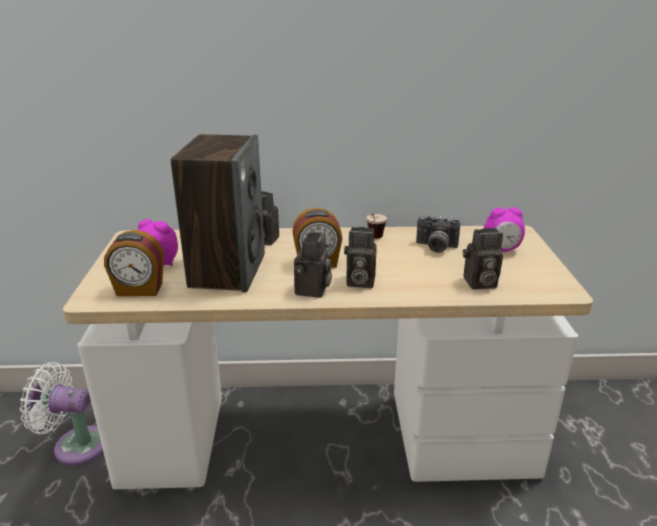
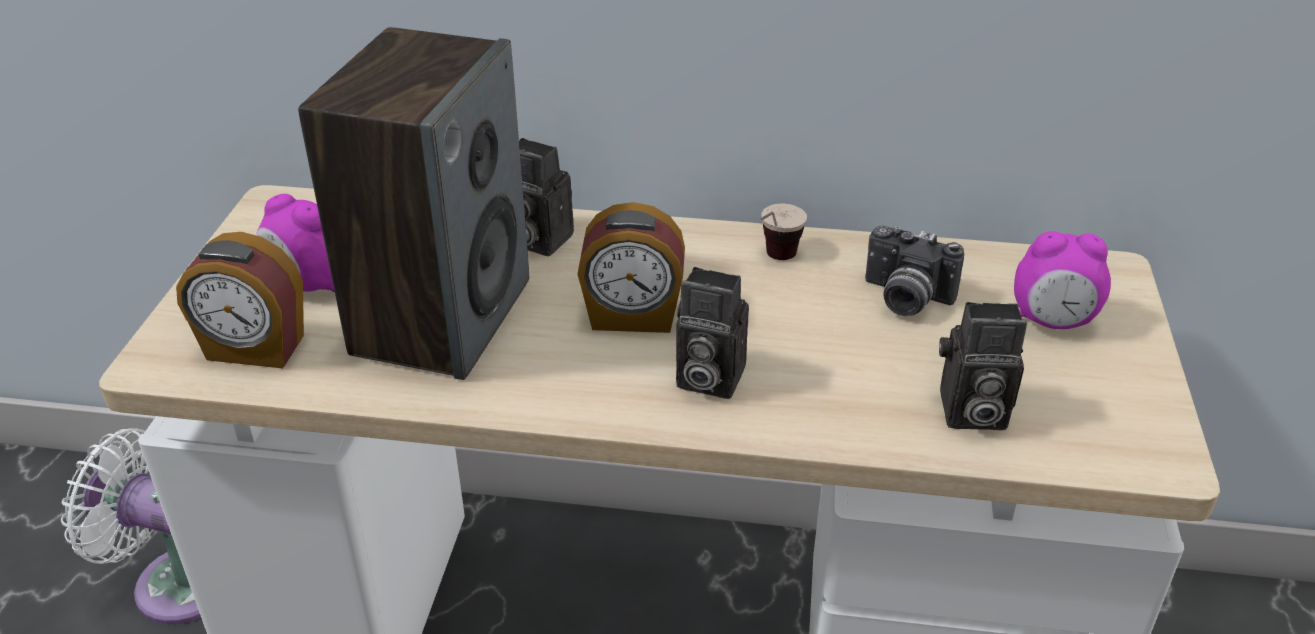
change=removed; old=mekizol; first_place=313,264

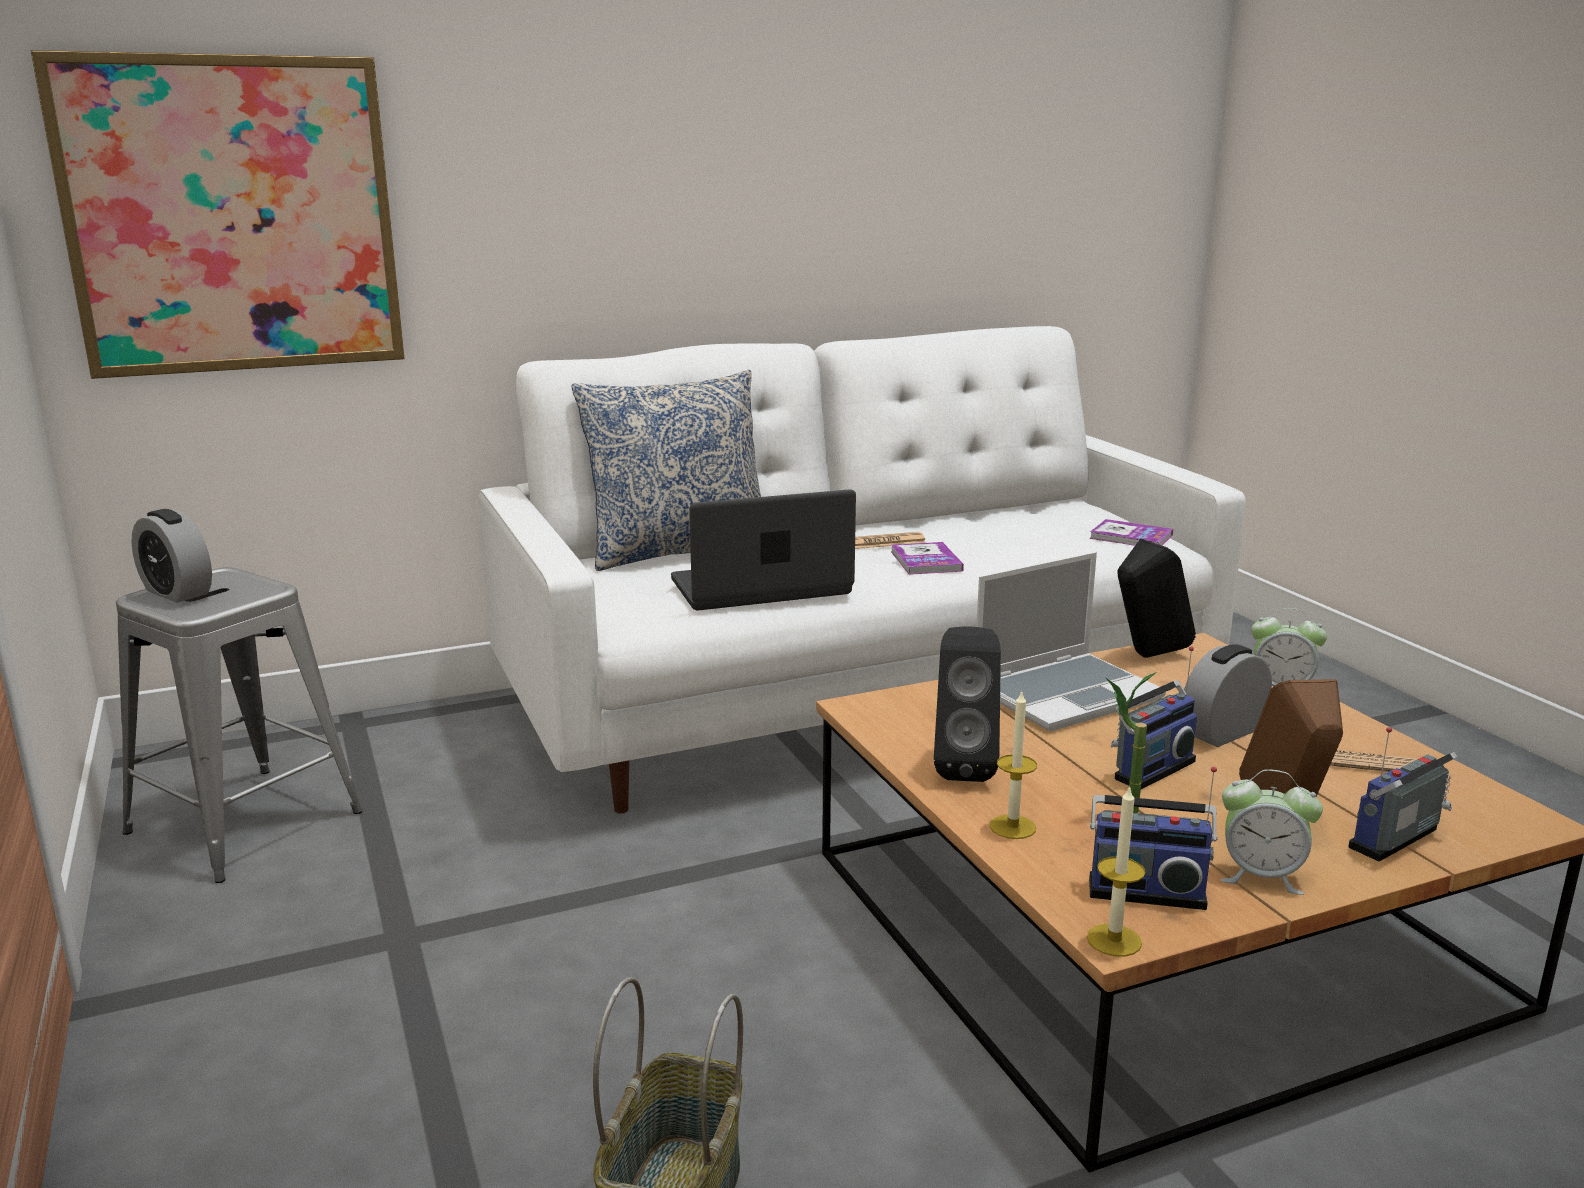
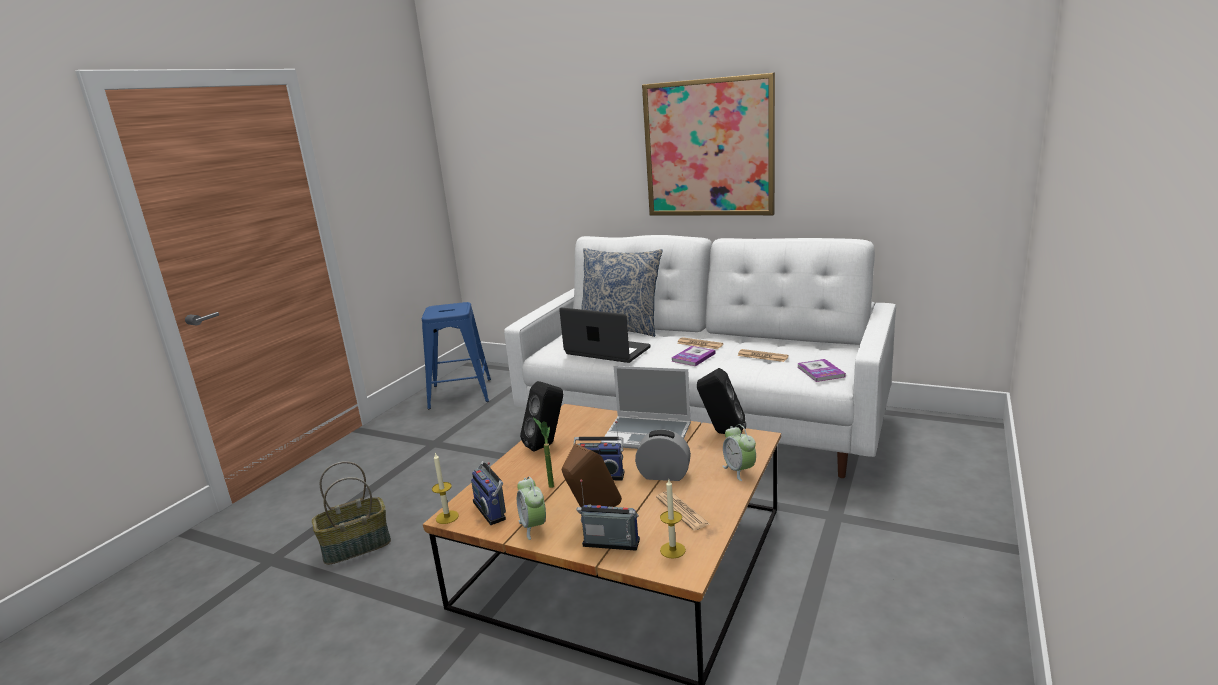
change=moved; old=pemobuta; first_place=217,214; second_place=708,144
change=recoloured; old=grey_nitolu; new=blue_nitolu; first_place=239,725; second_place=456,355
change=removed; old=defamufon; first_place=171,556
change=moved; old=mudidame; first_place=1013,765; second_place=673,519
change=added; new=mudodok; second_place=763,355

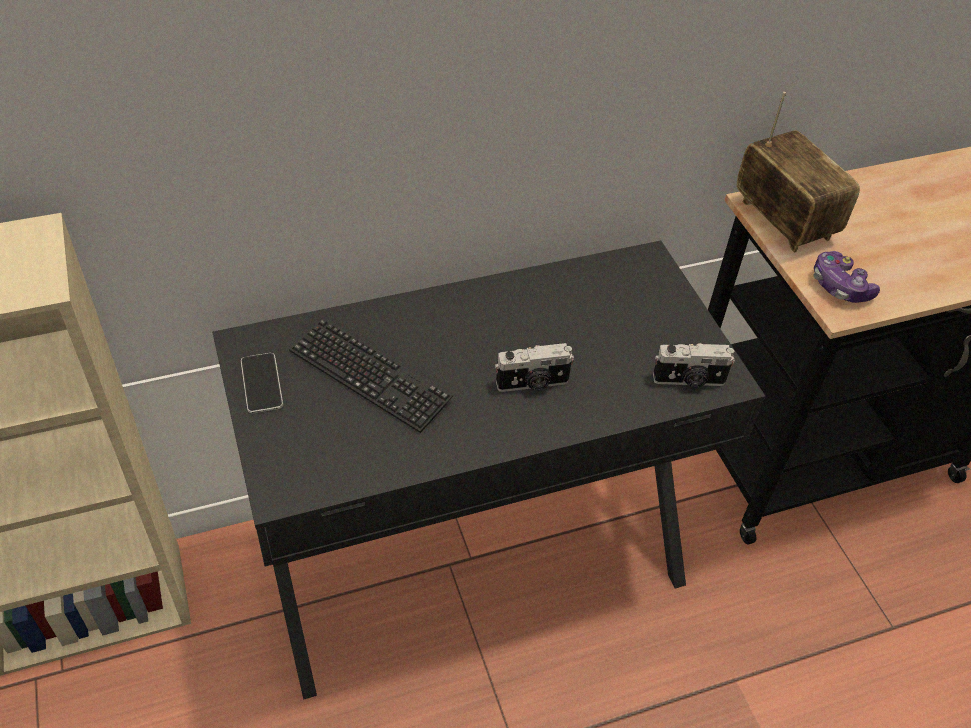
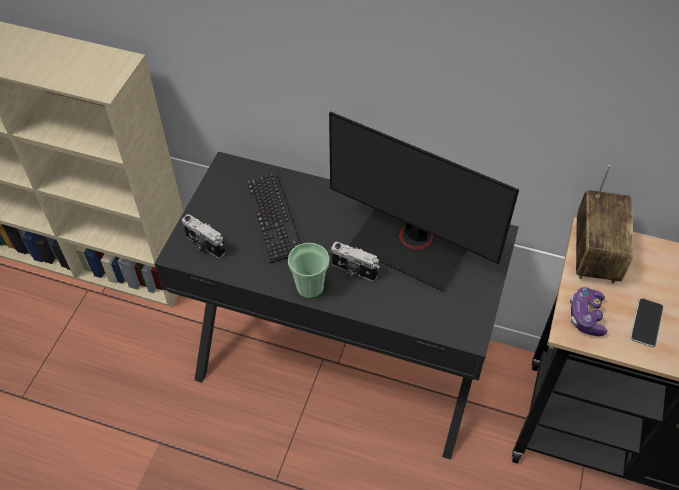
change=moved; old=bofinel; first_place=262,383; second_place=647,322
change=moved; old=mekizol; first_place=694,365; second_place=204,236
change=added; new=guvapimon; second_place=308,271
change=added; new=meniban; second_place=424,201

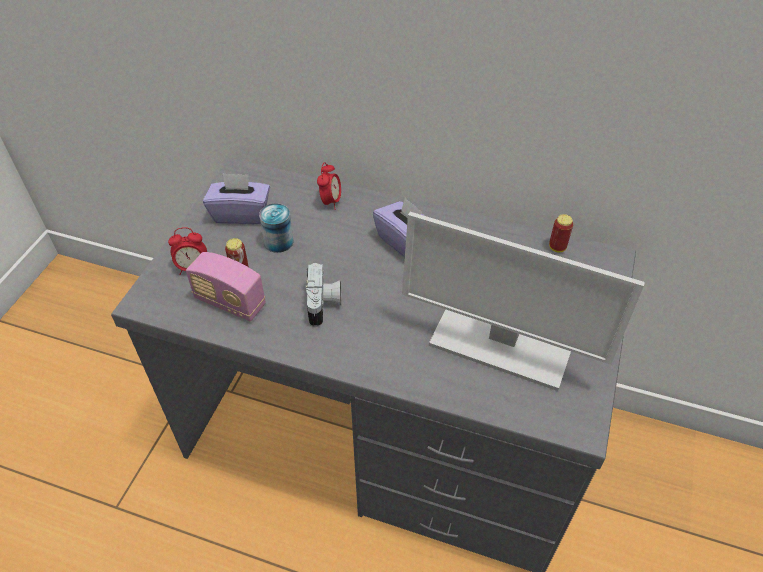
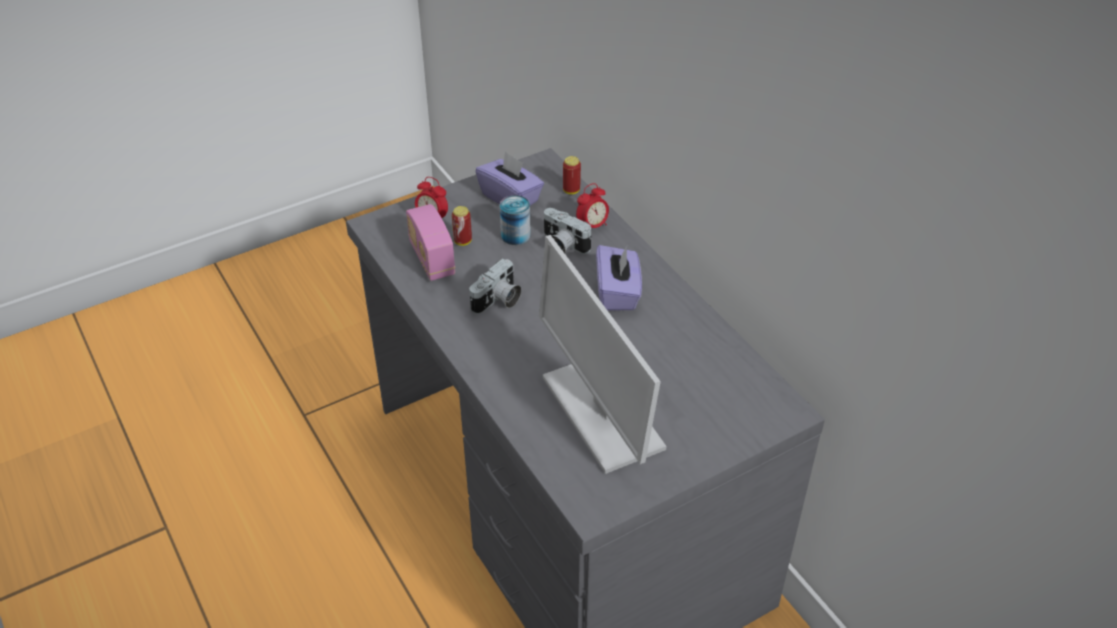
change=moved; old=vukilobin; first_place=561,233; second_place=572,175
change=added; new=mekizol; second_place=567,231

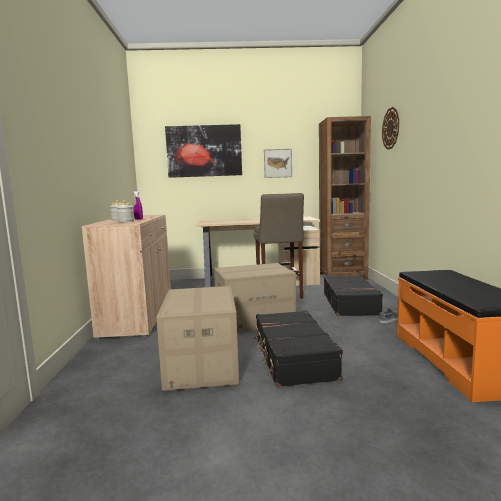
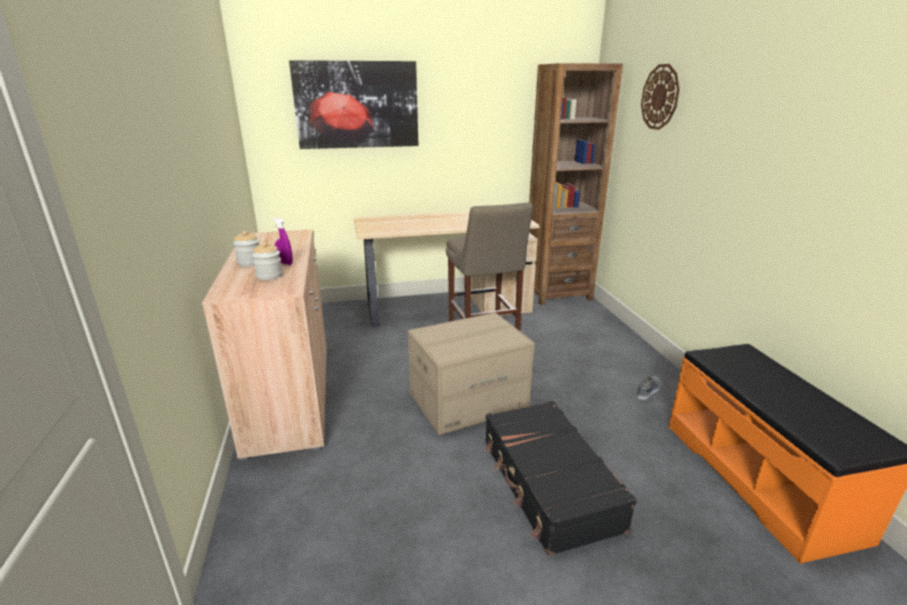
change=removed; old=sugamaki; first_place=198,338
change=removed; old=pemobuta; first_place=278,163
change=removed; old=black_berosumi; first_place=353,295

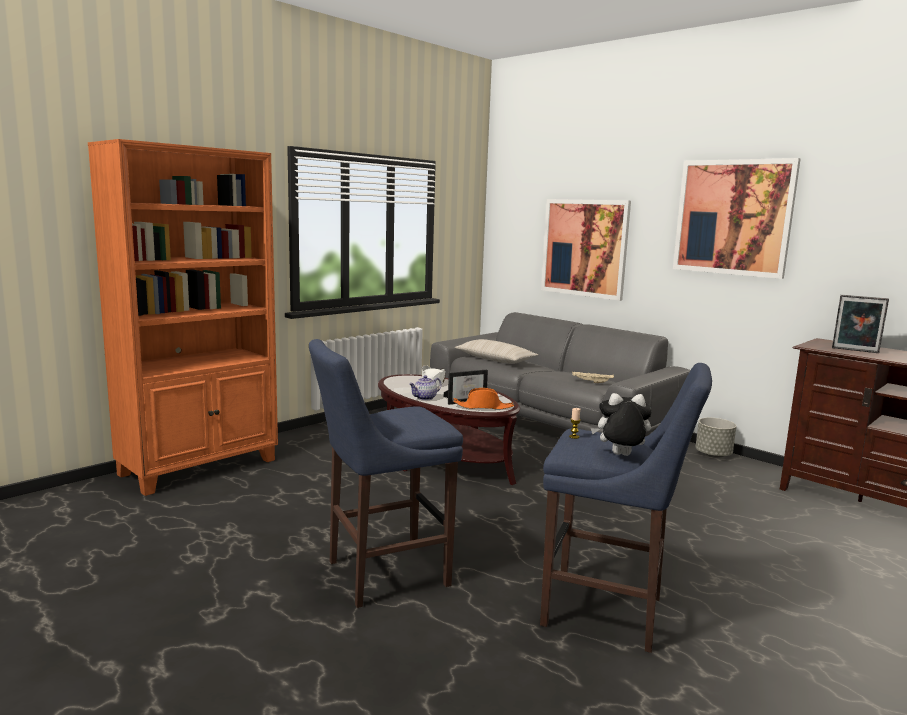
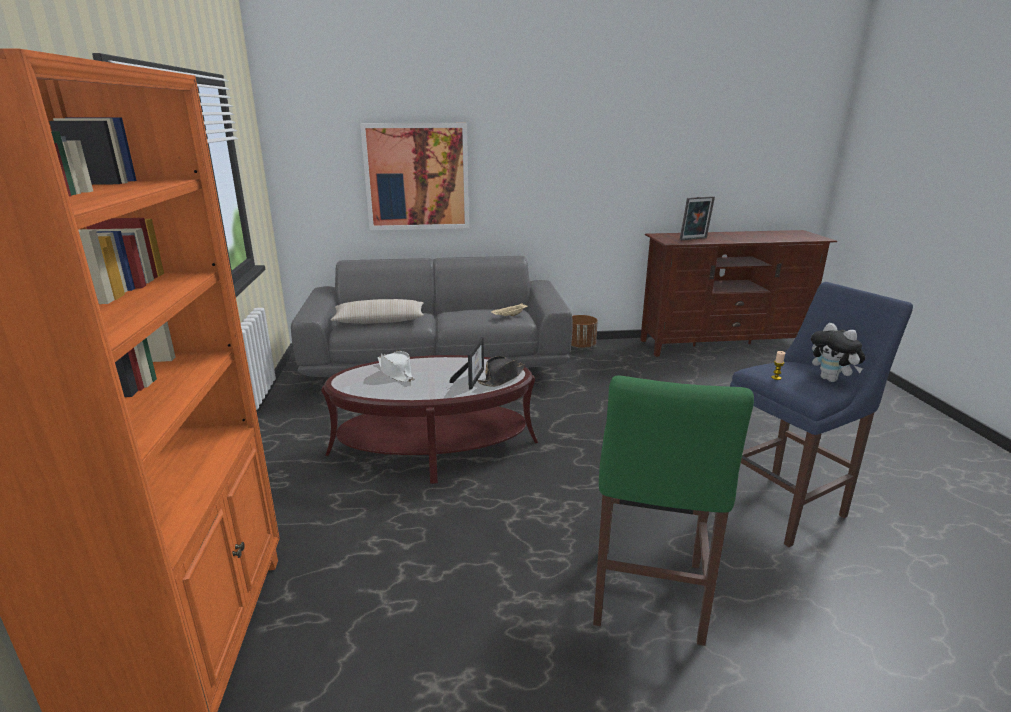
change=recoloured; old=blue_nitolu; new=green_nitolu; first_place=386,473; second_place=673,510
change=removed; old=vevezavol; first_place=425,387
change=recoloured; old=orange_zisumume; new=black_zisumume; first_place=483,399; second_place=501,371
change=turned; old=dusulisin; first_place=621,424; second_place=838,352; degrees=-75
change=removed; old=pemobuta; first_place=737,218
change=recoloured; old=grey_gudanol; new=brown_gudanol; first_place=716,438; second_place=584,332

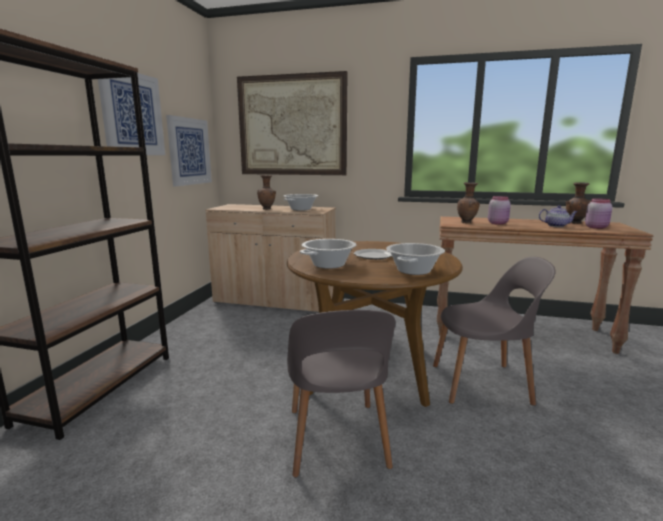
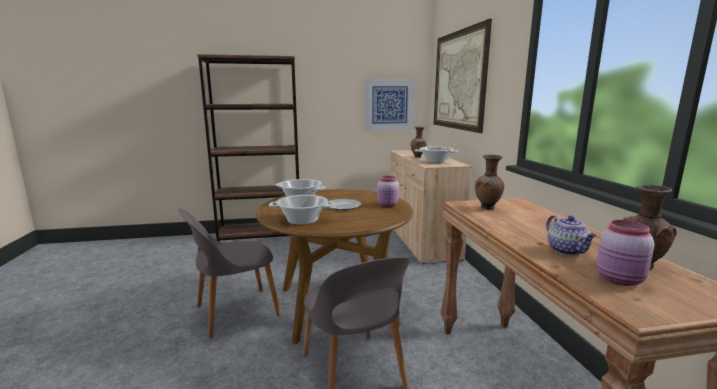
change=removed; old=pemobuta; first_place=131,114
change=moved; old=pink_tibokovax; first_place=499,210; second_place=388,191

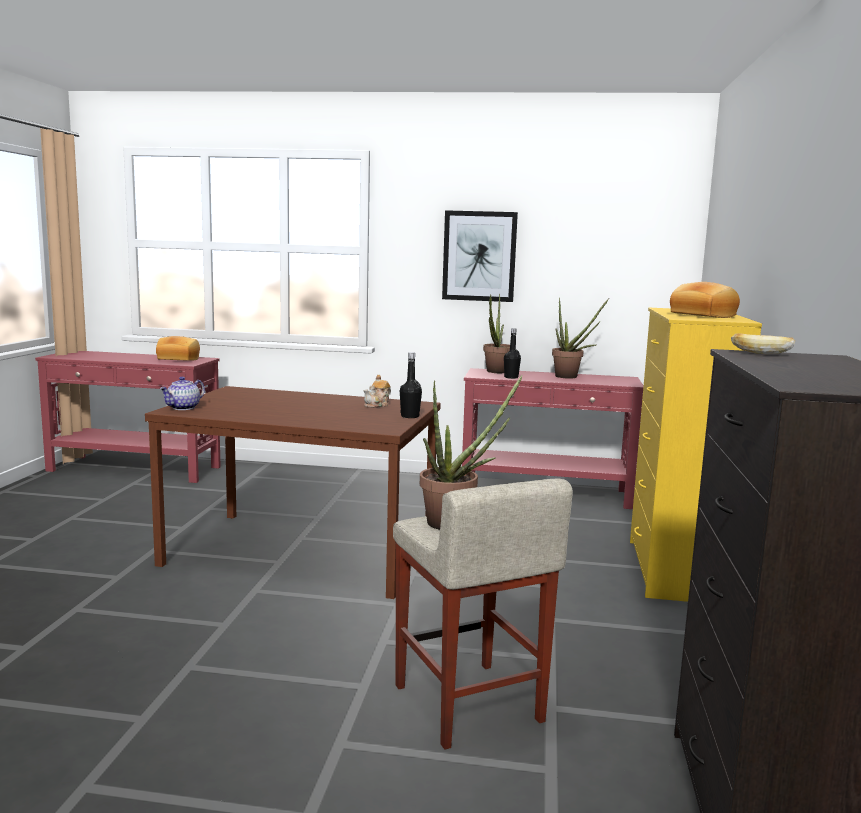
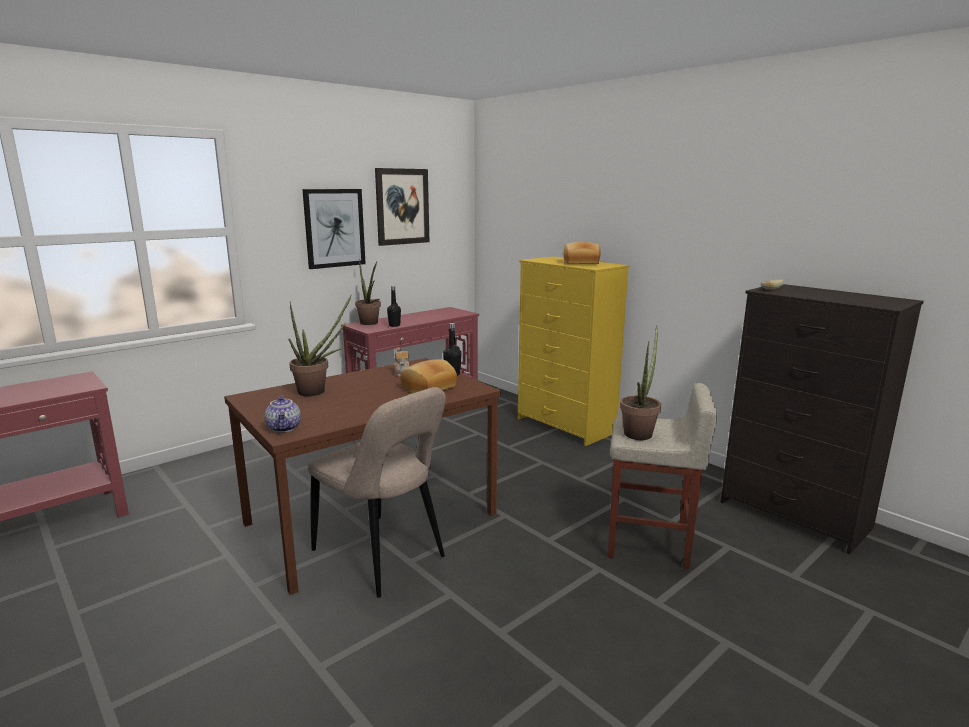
change=moved; old=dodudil; first_place=178,348; second_place=428,376
change=moved; old=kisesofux; first_place=580,338; second_place=320,345
change=added; new=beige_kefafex; second_place=377,492
change=added; new=pemobuta; second_place=402,207

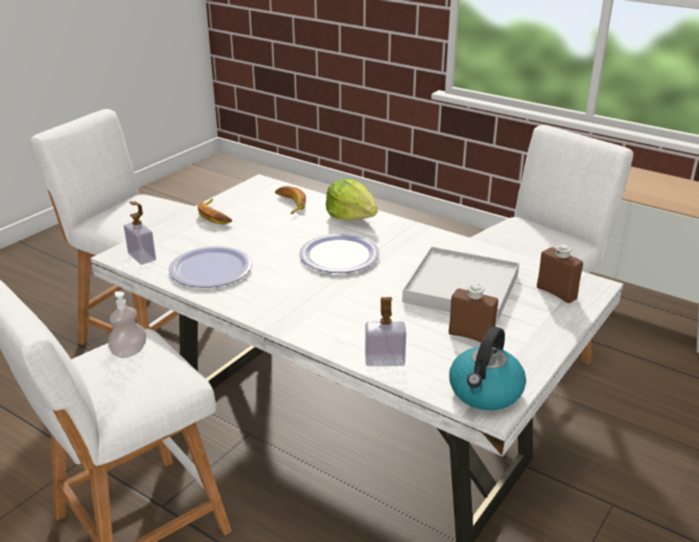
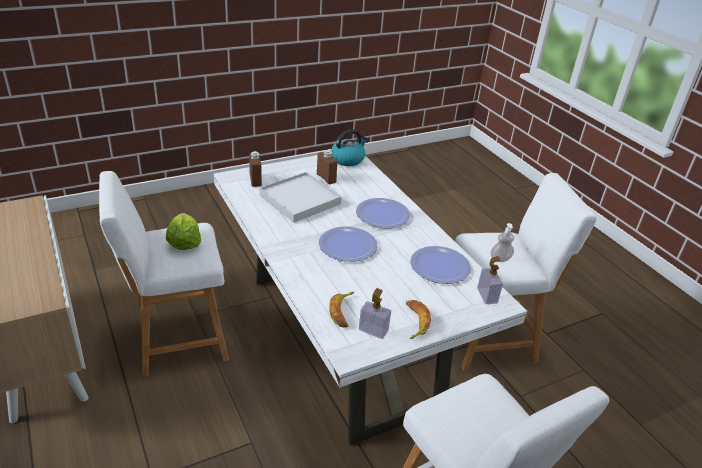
change=moved; old=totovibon; first_place=352,199; second_place=183,231
change=moved; old=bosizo; first_place=385,331; second_place=375,313
change=added; new=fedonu; second_place=383,213

